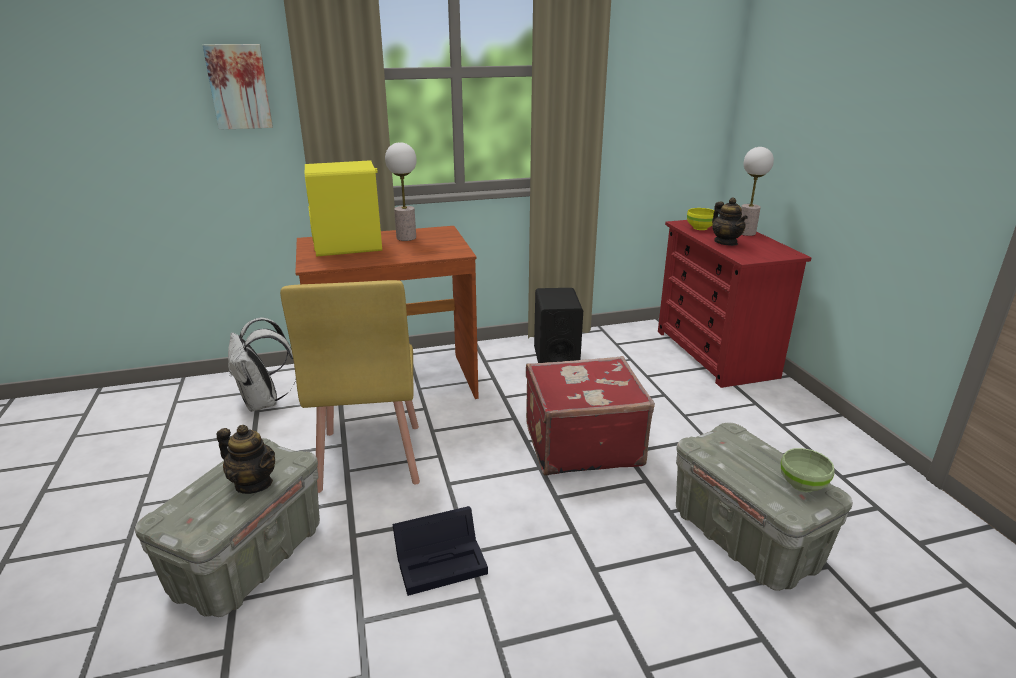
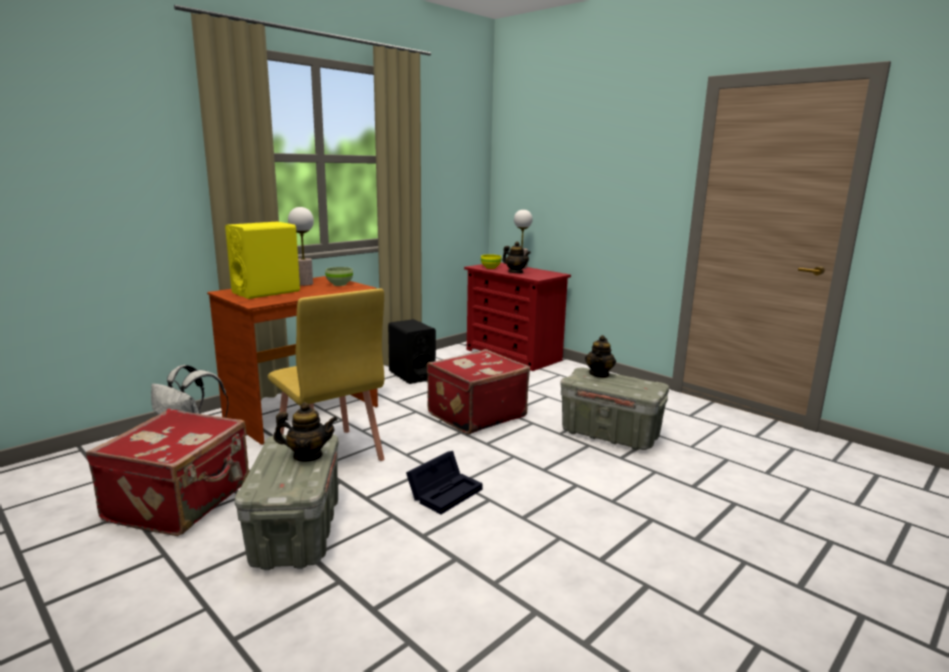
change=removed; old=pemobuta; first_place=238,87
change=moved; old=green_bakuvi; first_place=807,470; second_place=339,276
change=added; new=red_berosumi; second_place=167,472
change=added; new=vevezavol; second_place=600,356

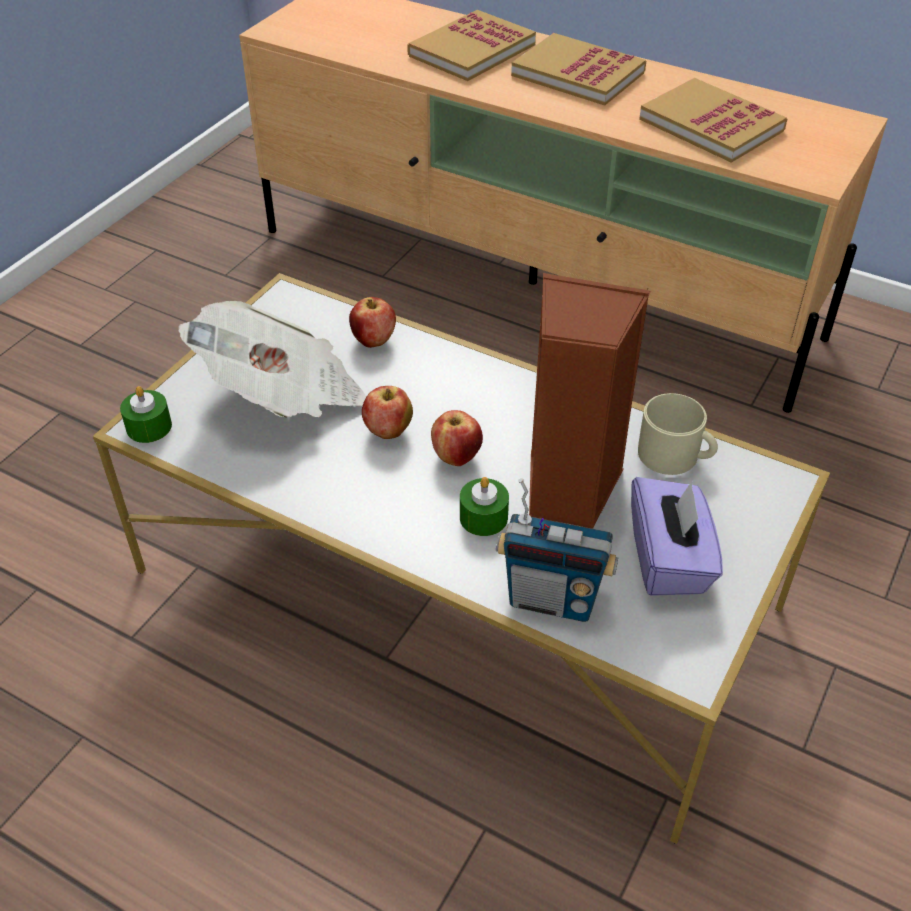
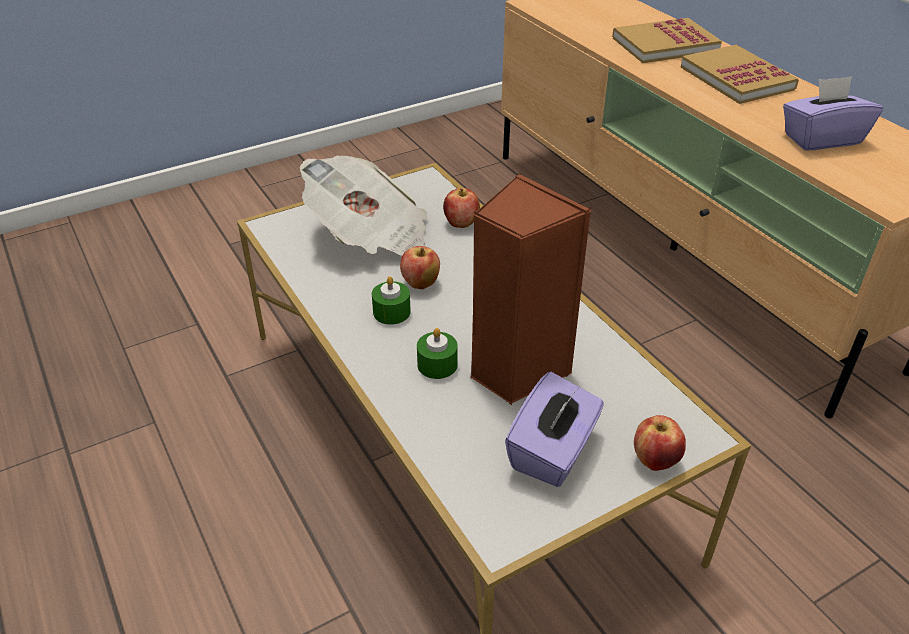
change=moved; old=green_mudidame; first_place=146,414; second_place=391,300
change=moved; old=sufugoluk; first_place=457,438; second_place=660,443
change=removed; old=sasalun; first_place=557,550
change=removed; old=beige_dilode; first_place=678,434
change=replaced; old=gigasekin; new=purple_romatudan; first_place=713,120; second_place=833,113

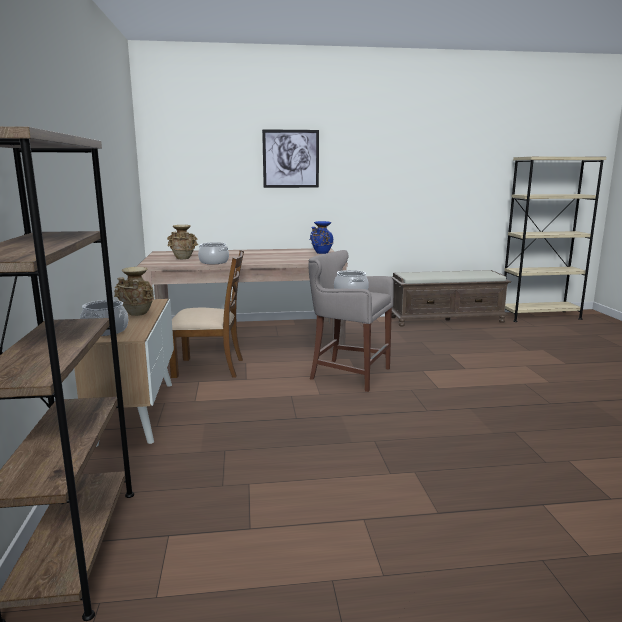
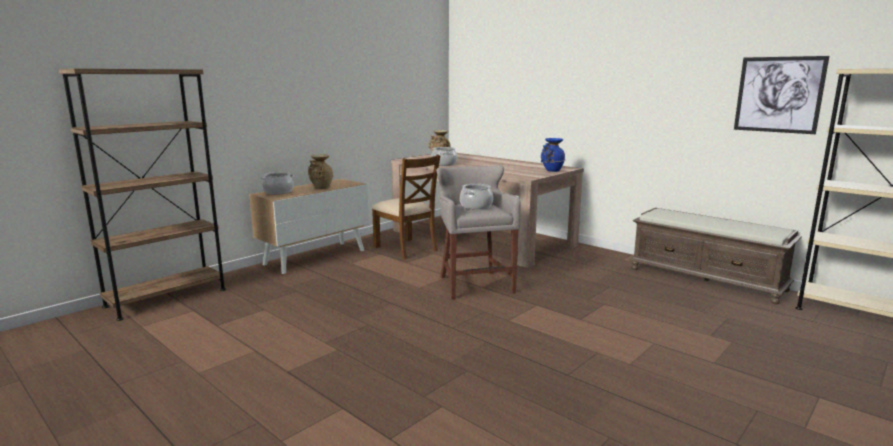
change=moved; old=pemobuta; first_place=290,158; second_place=781,95

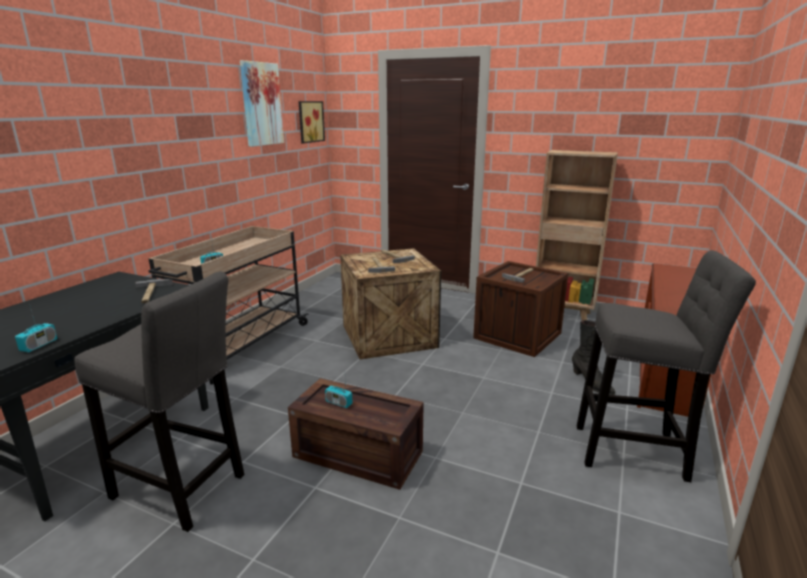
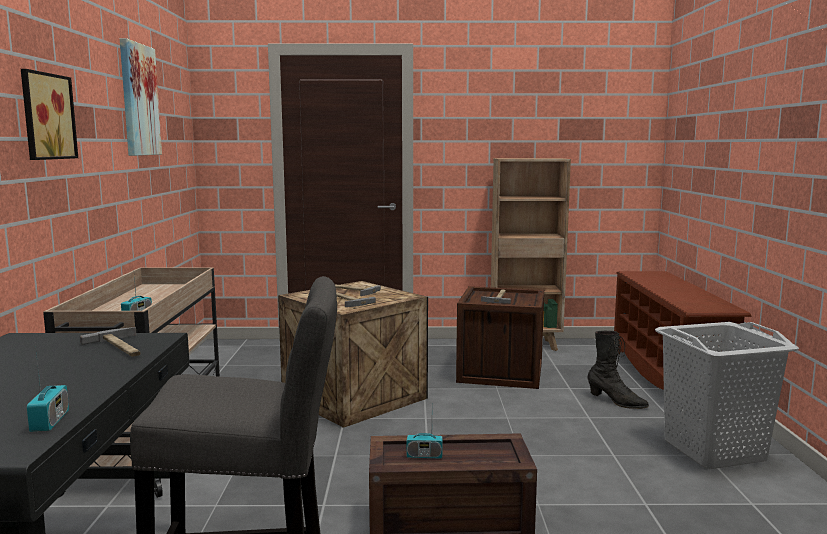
change=moved; old=pemobuta; first_place=312,122; second_place=49,114
change=replaced; old=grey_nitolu; new=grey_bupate; first_place=666,366; second_place=727,395

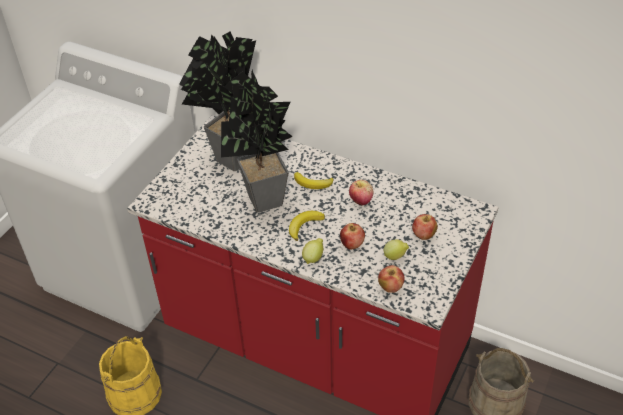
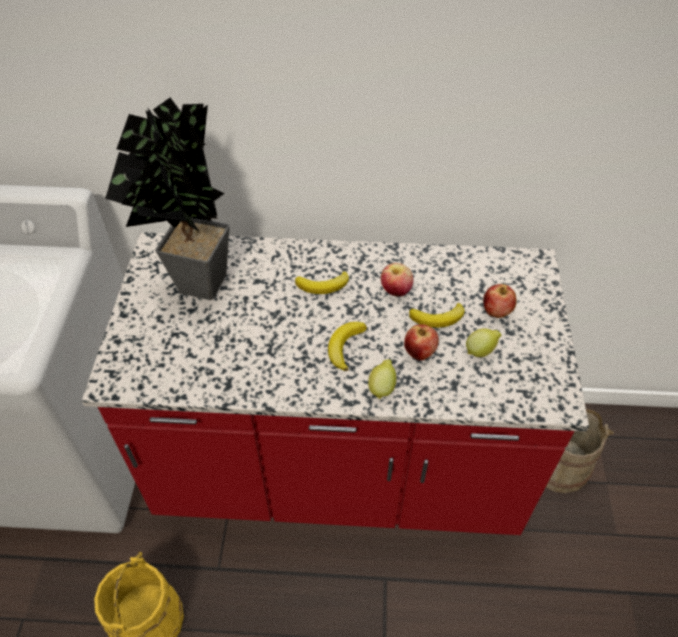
change=removed; old=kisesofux; first_place=256,141
change=removed; old=sufugoluk; first_place=391,279
change=added; new=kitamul; second_place=437,315

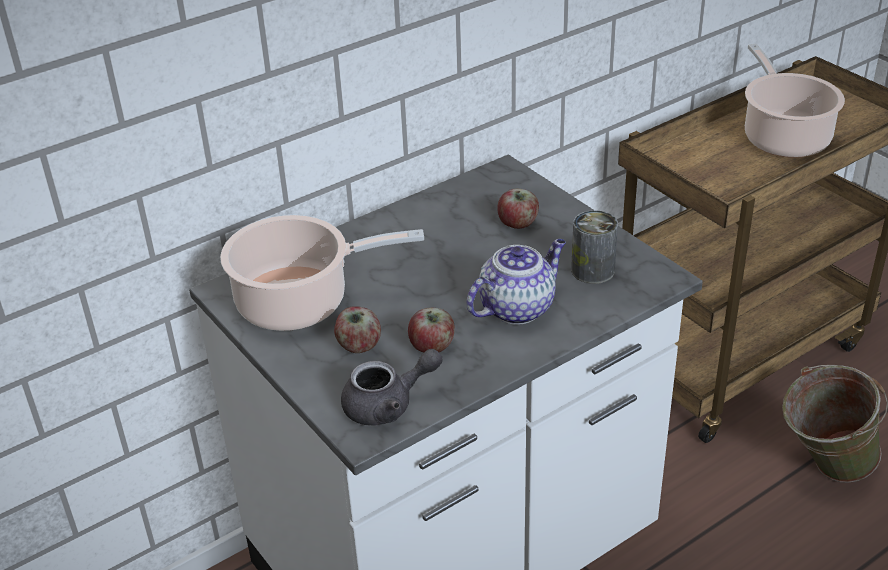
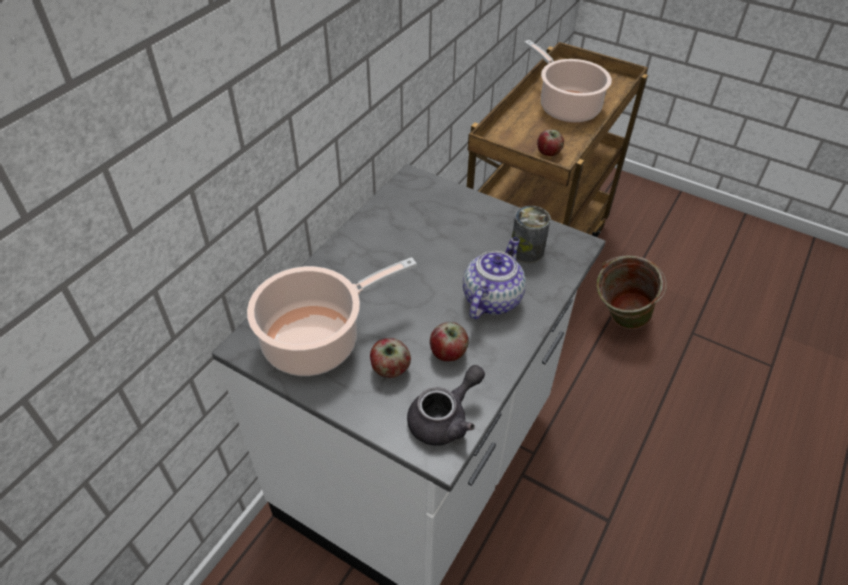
change=moved; old=sufugoluk; first_place=518,209; second_place=550,143

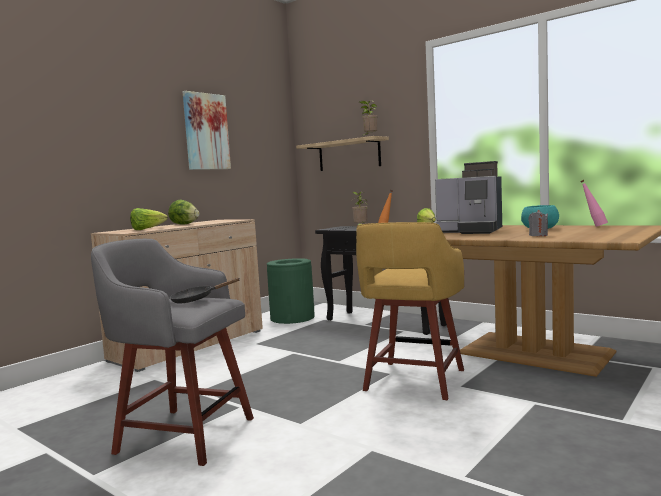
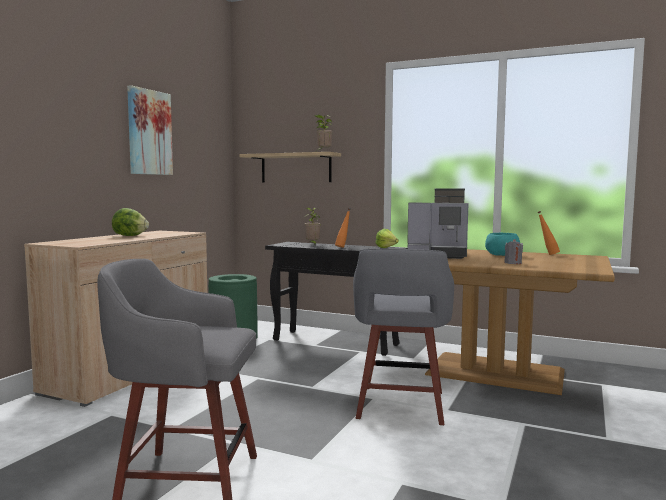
change=removed; old=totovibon; first_place=149,219
change=removed; old=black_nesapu; first_place=205,291
change=recoloured; old=yellow_nitolu; new=grey_nitolu; first_place=410,311; second_place=403,337
change=recoloured; old=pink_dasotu; new=orange_dasotu; first_place=594,203; second_place=549,233

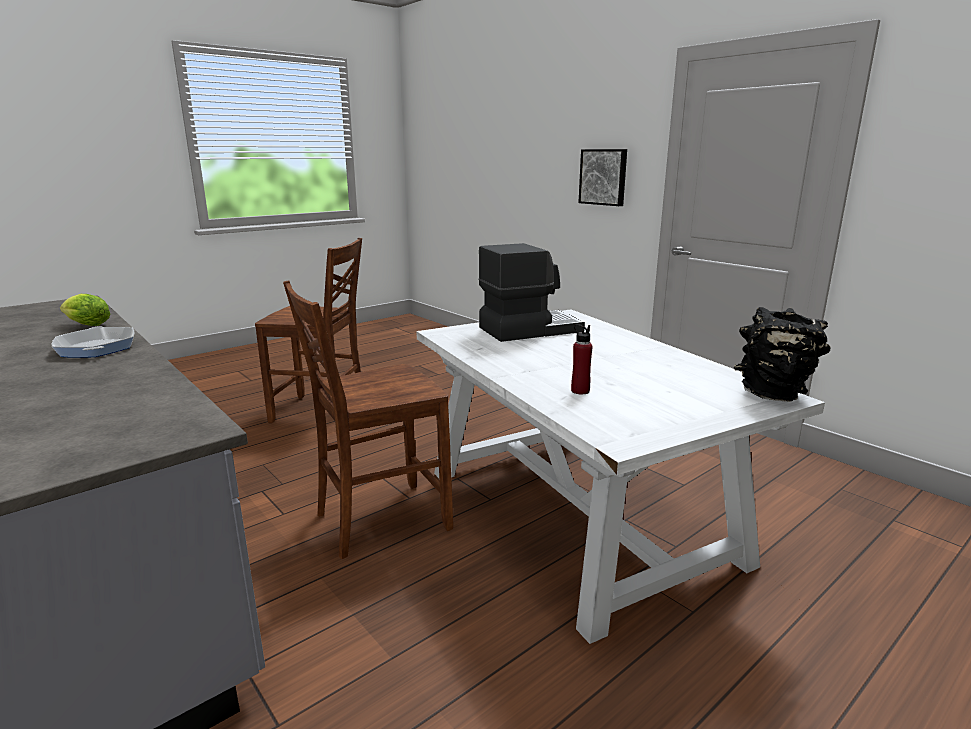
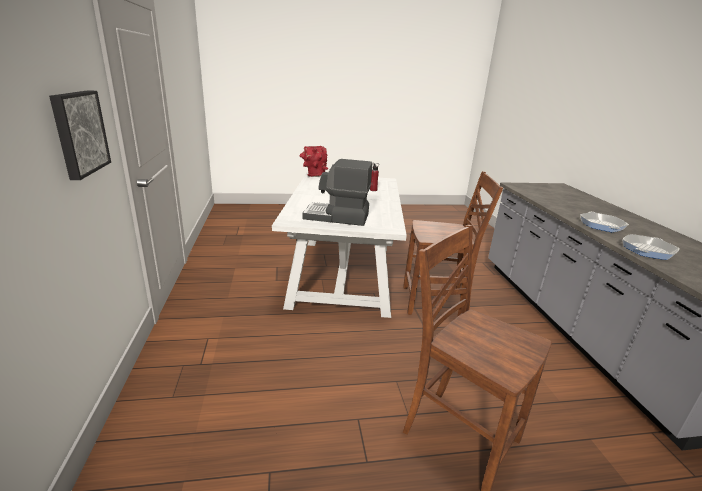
change=replaced; old=totovibon; new=nesapu; first_place=85,310; second_place=651,247
change=recoloured; old=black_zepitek; new=red_zepitek; first_place=782,354; second_place=314,161

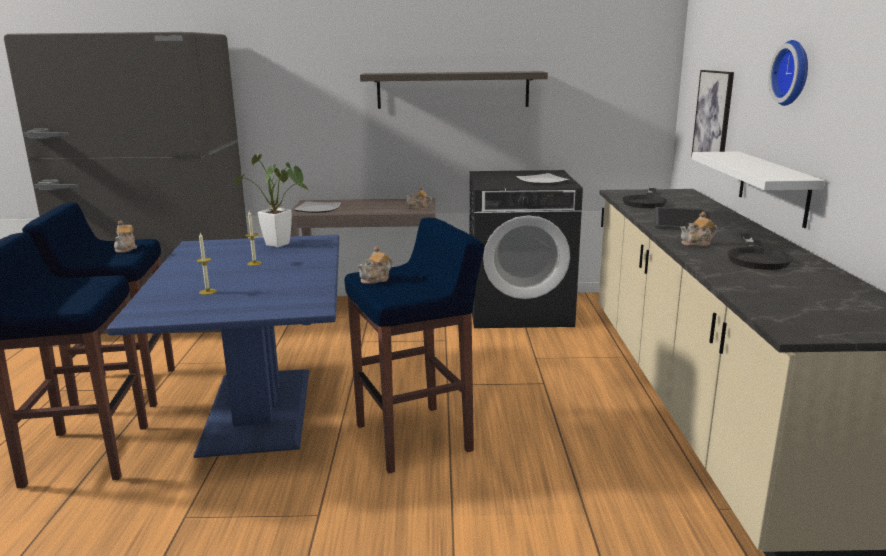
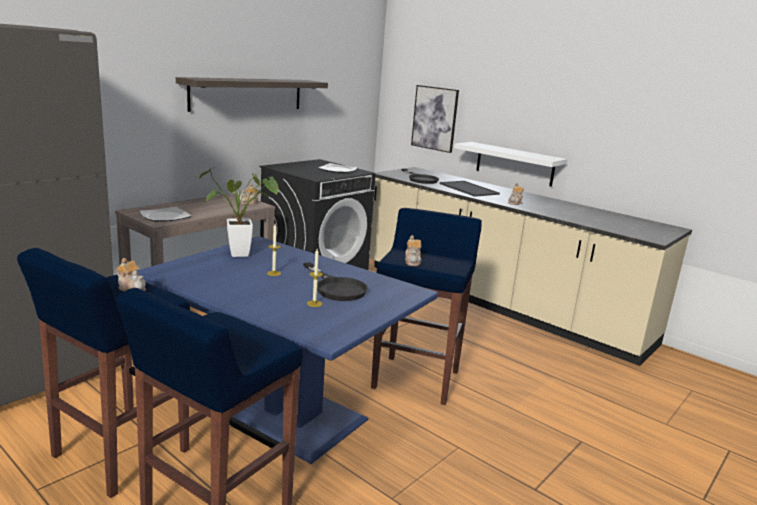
change=moved; old=black_nesapu; first_place=760,252; second_place=335,281
change=removed; old=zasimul; first_place=788,73

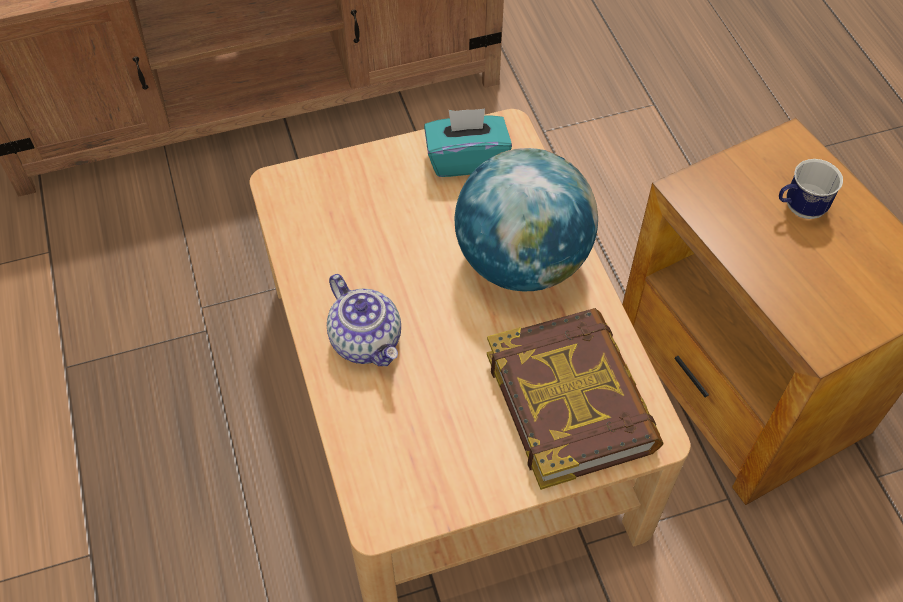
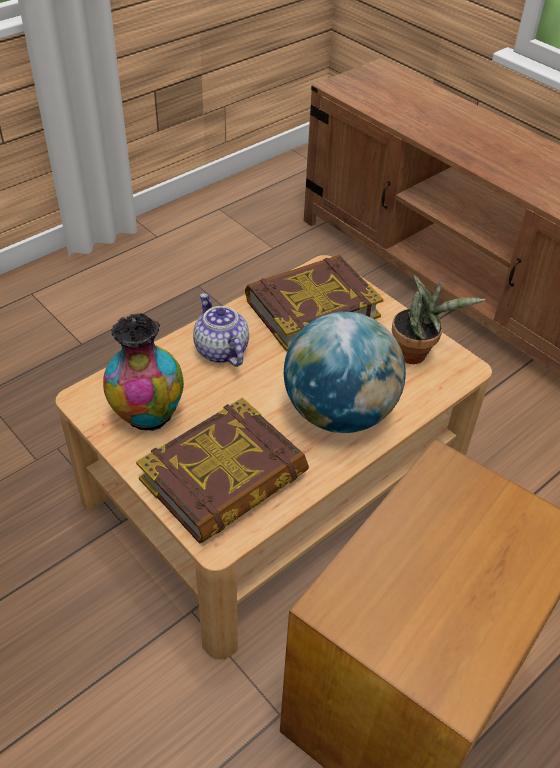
change=turned; old=vevezavol; first_place=364,320; second_place=221,330; degrees=120
change=replaced; old=turquoise_romatudan; new=kisesofux; first_place=468,142; second_place=439,319
change=removed; old=dilode; first_place=811,189
change=added; new=zepitek; second_place=143,372
change=added; new=gigasekin; second_place=314,303

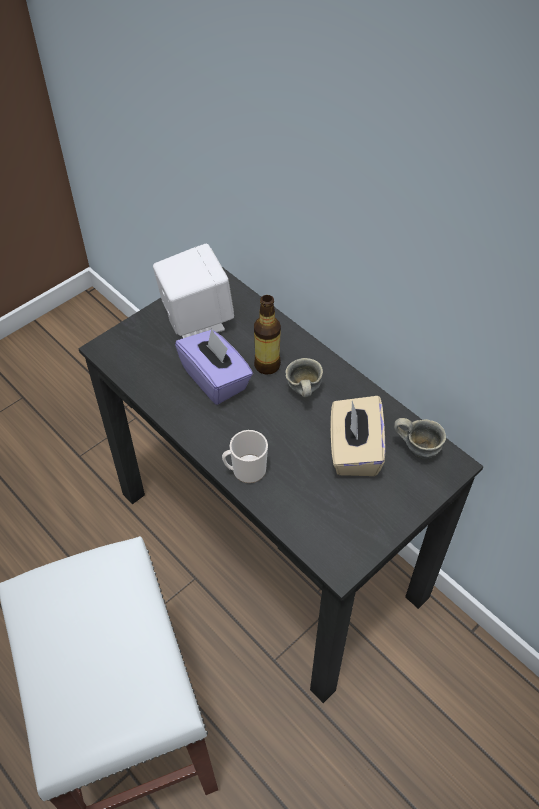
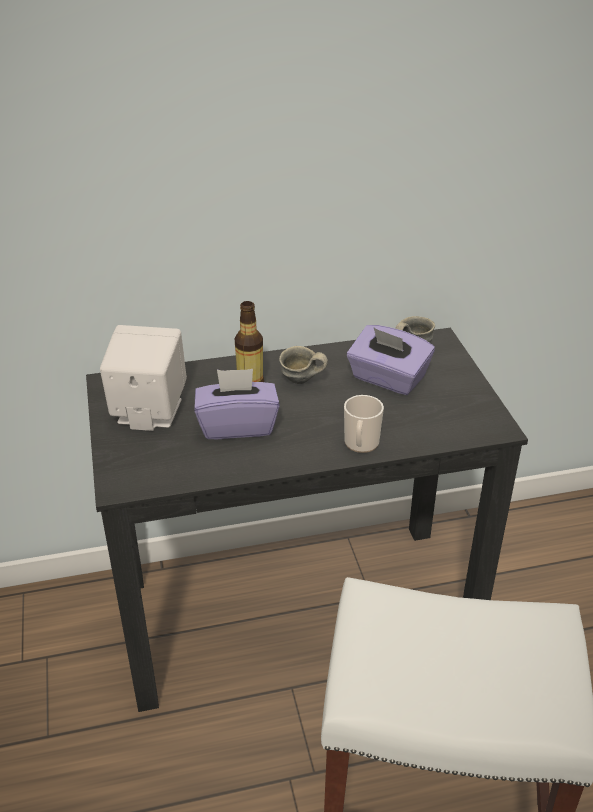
change=recoloured; old=beige_romatudan; new=purple_romatudan; first_place=358,436; second_place=391,360

